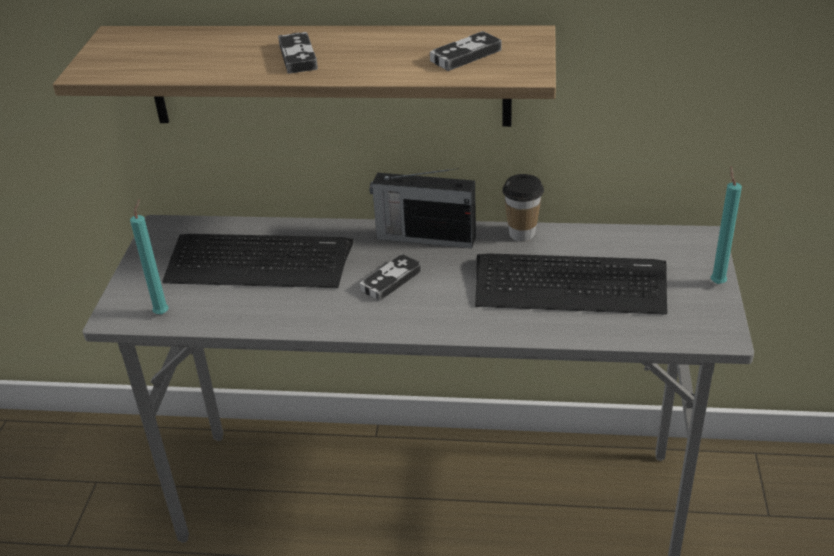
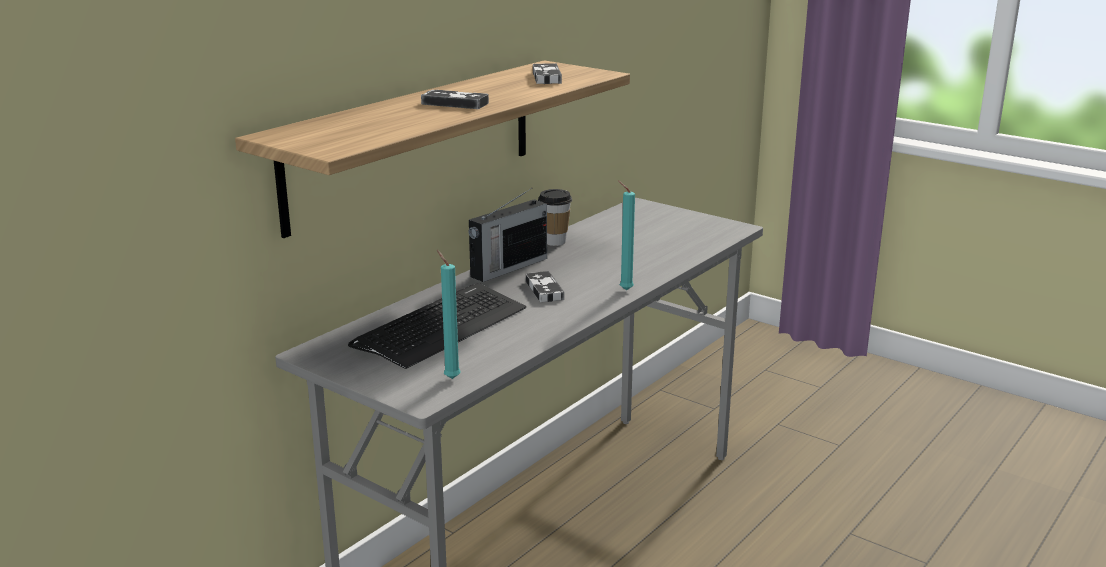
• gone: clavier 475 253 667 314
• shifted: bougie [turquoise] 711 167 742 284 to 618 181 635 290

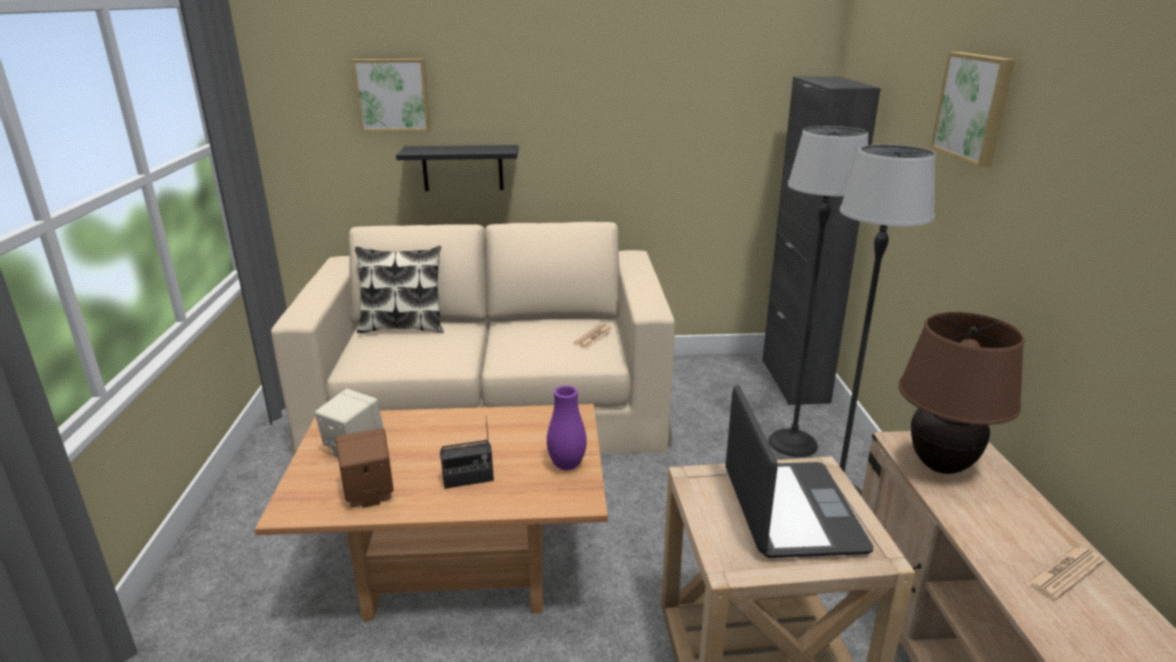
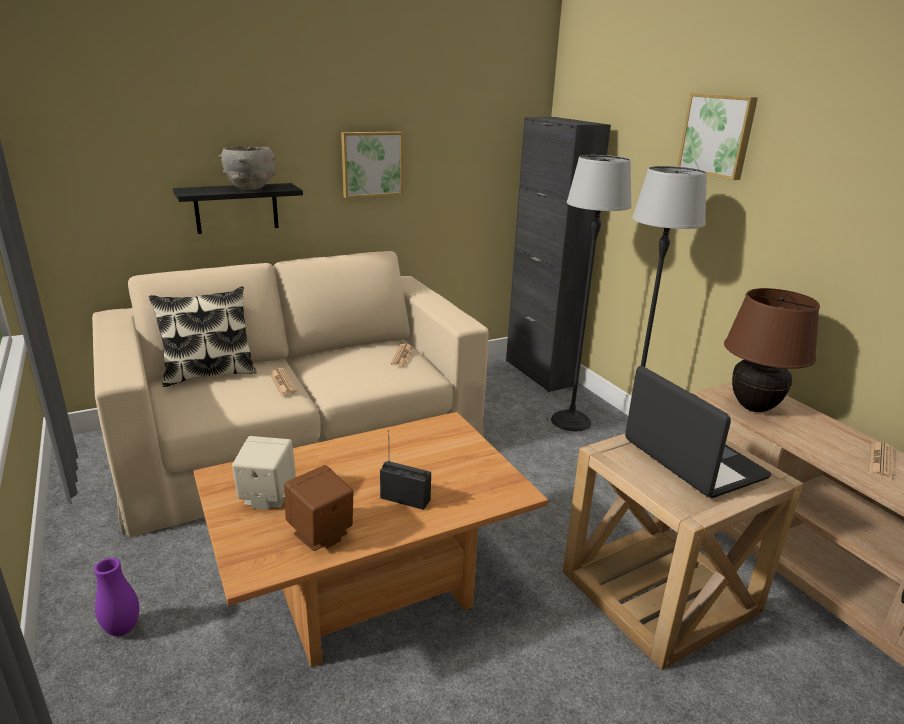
• new: bol [gris] 219 146 276 190
• new: journal 269 369 297 395
• shifted: tableau 352 59 430 132 to 341 132 403 198
• shifted: vase [violet] 547 386 587 470 to 94 558 139 636
• rotated: radio 440 417 494 489 = 380 430 431 510 120 degrees counterclockwise

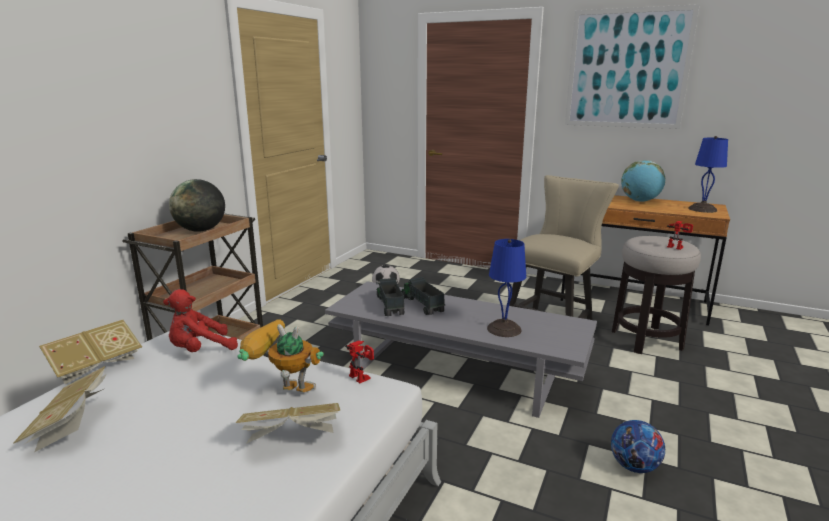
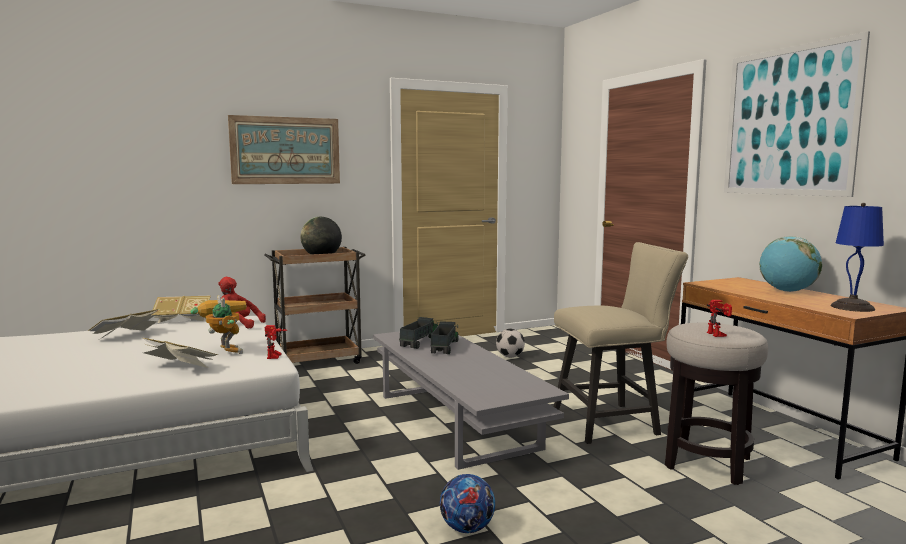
• gone: lampe de table [bleu] 487 239 526 337
• new: tableau 228 115 340 184

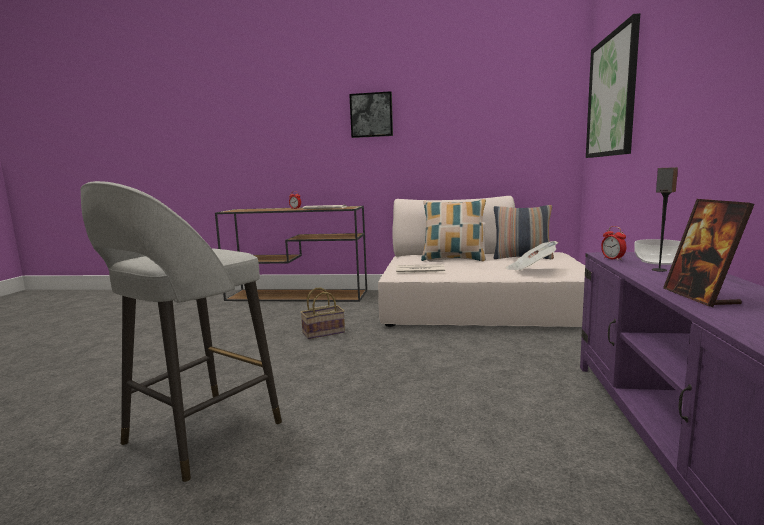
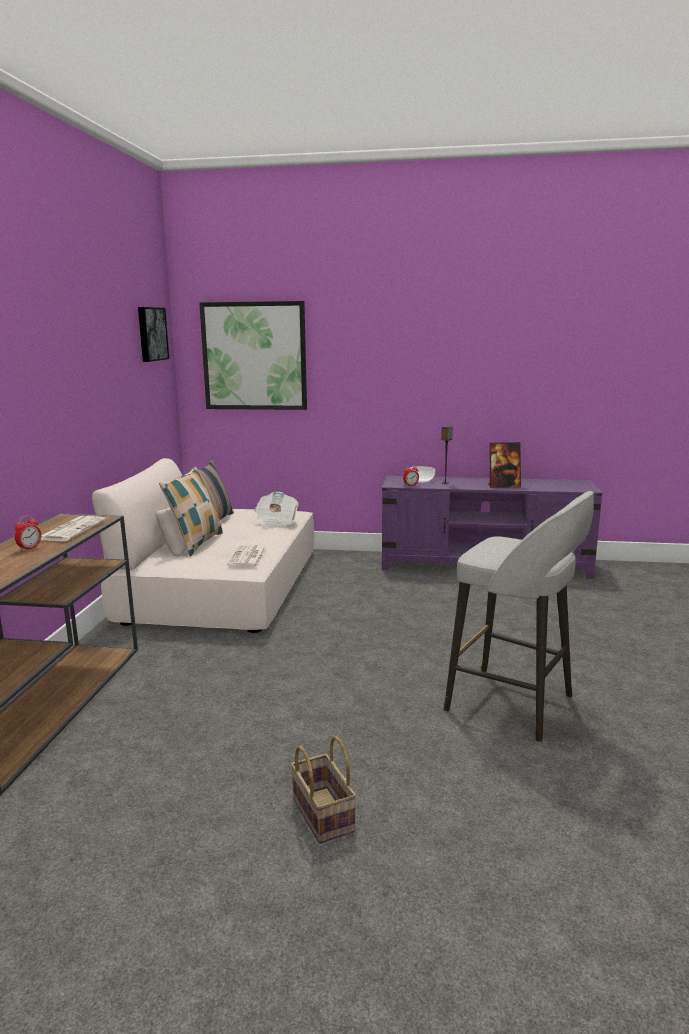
• shifted: panier 300 288 345 339 to 291 736 356 844
• shifted: tableau 349 91 393 138 to 138 307 169 362

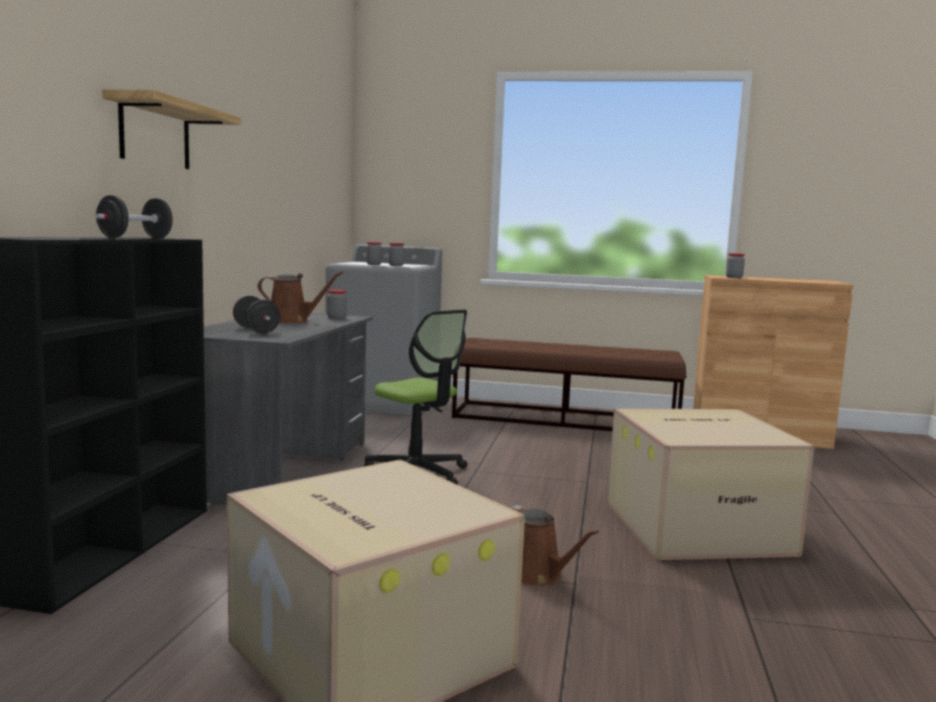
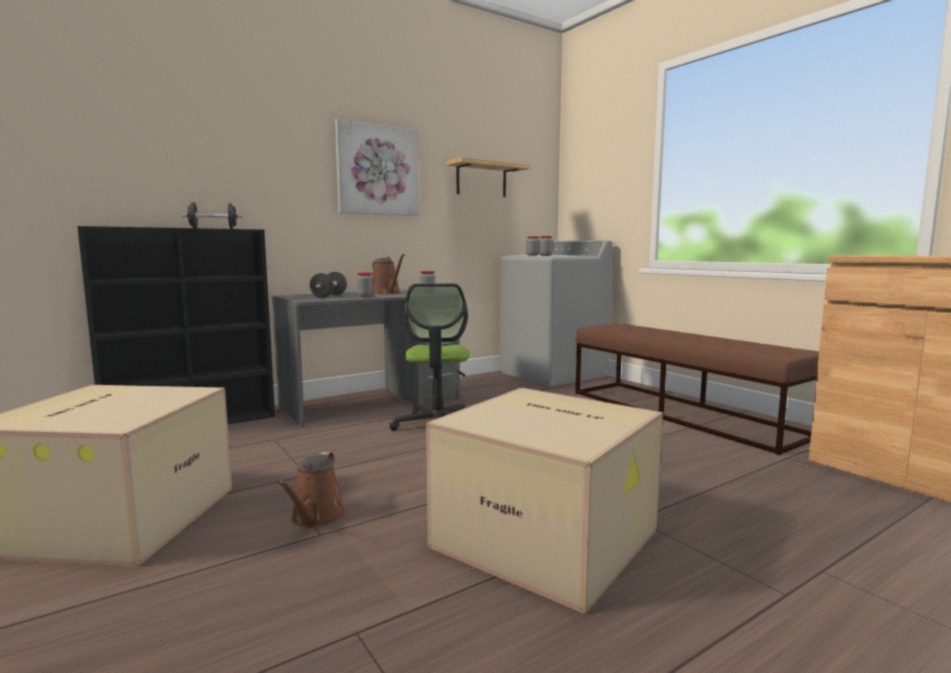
• new: tableau 335 119 419 216
• shifted: étagère 102 89 241 169 to 447 157 531 197
• shifted: bocal 726 253 745 278 to 357 272 374 297

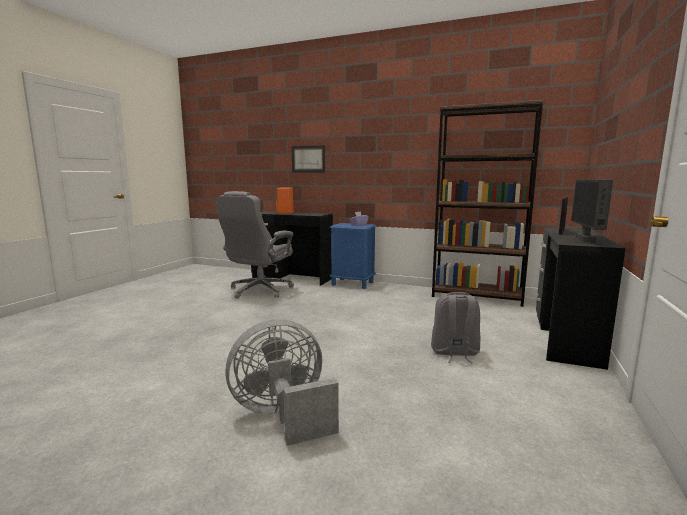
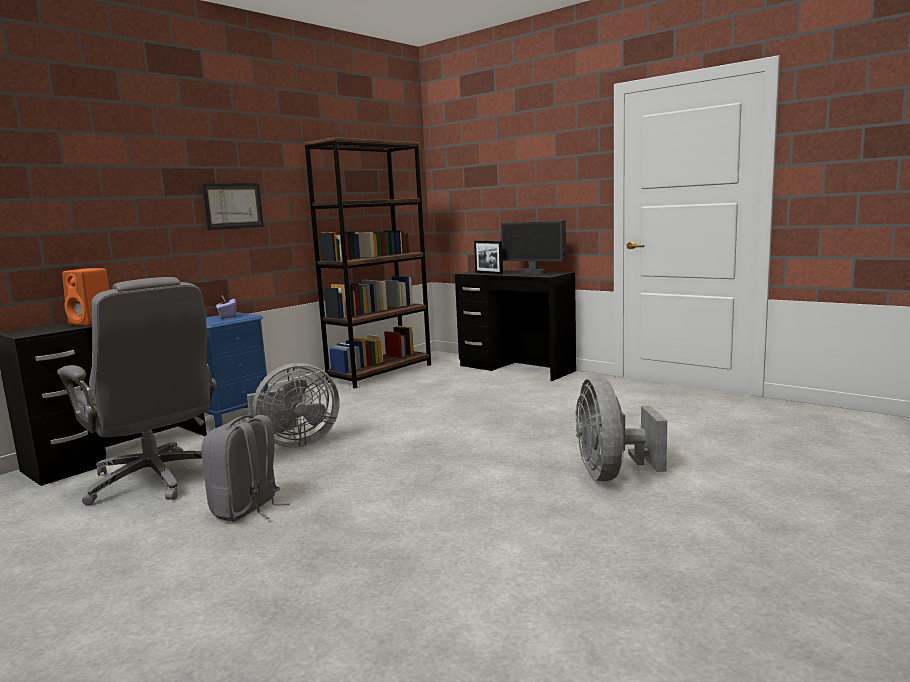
• new: ventilateur [gris] 247 363 339 448
• shifted: tableau 292 145 325 173 to 201 183 264 230
• shifted: sac à dos [gris] 431 292 481 364 to 201 415 290 522

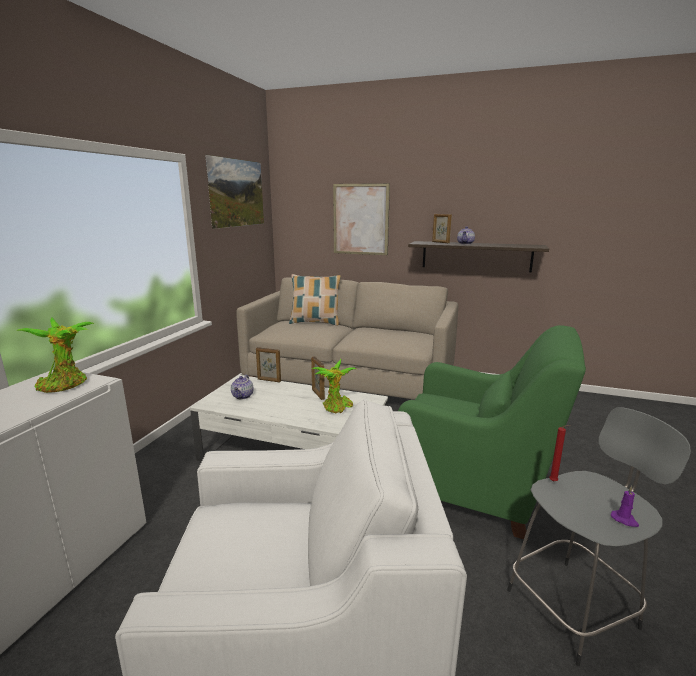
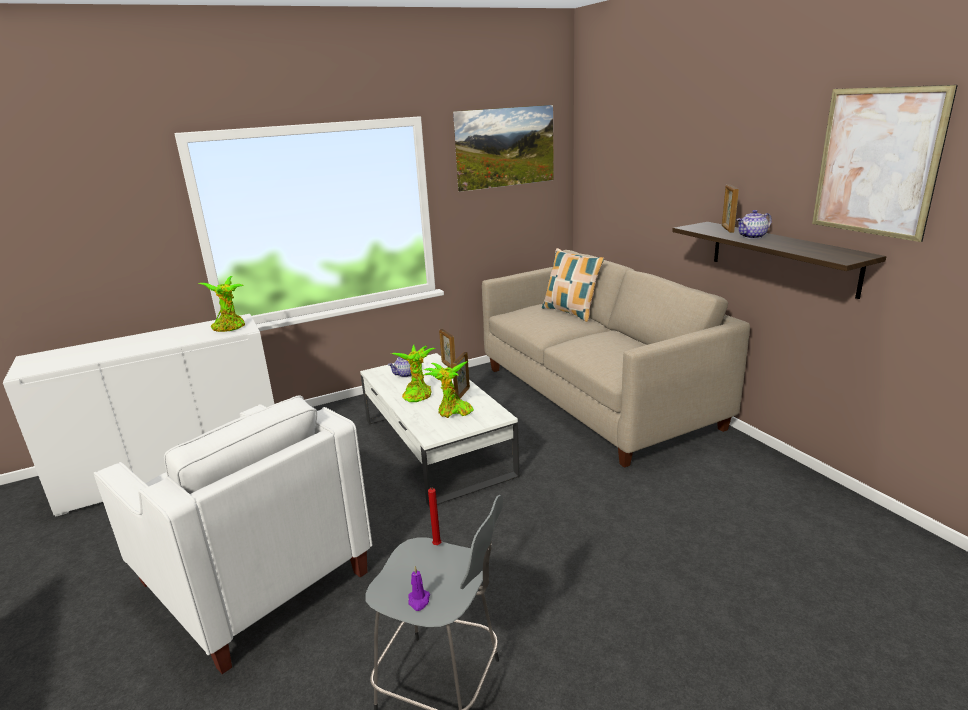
• gone: fauteuil [vert] 398 325 586 540
• new: plante en pot 392 345 436 402
• shifted: tableau 333 183 390 255 to 812 85 958 242

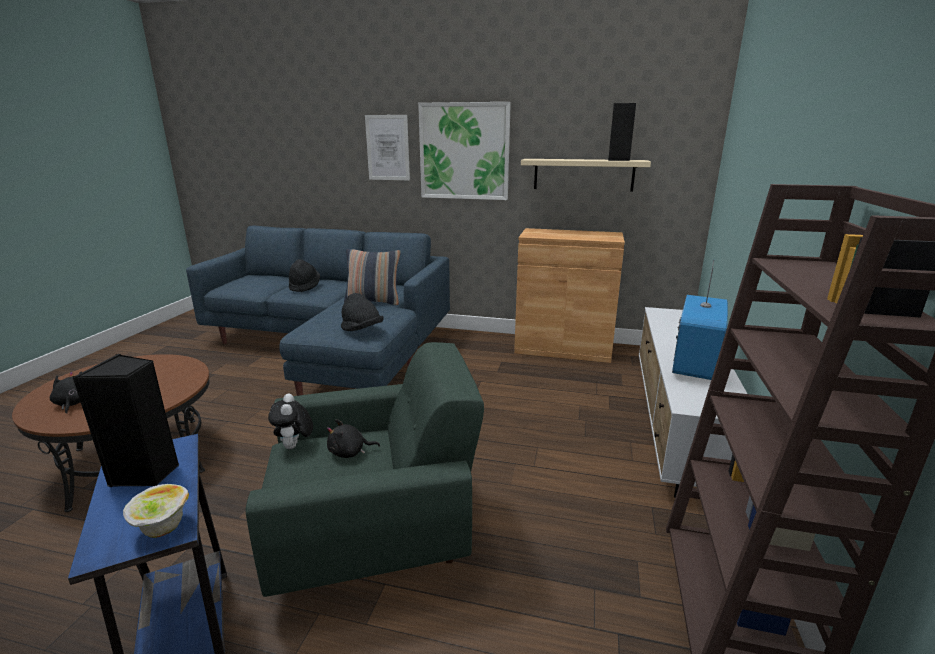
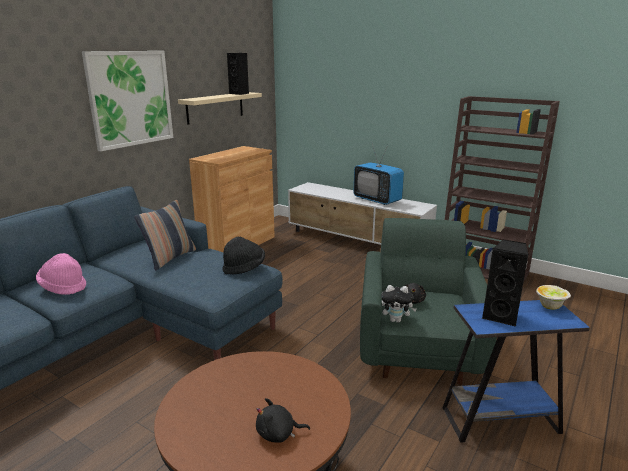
• gone: tableau 365 115 410 180
• repainted: chapeau [noir] 289 259 320 292 to chapeau [rose] 36 253 86 295

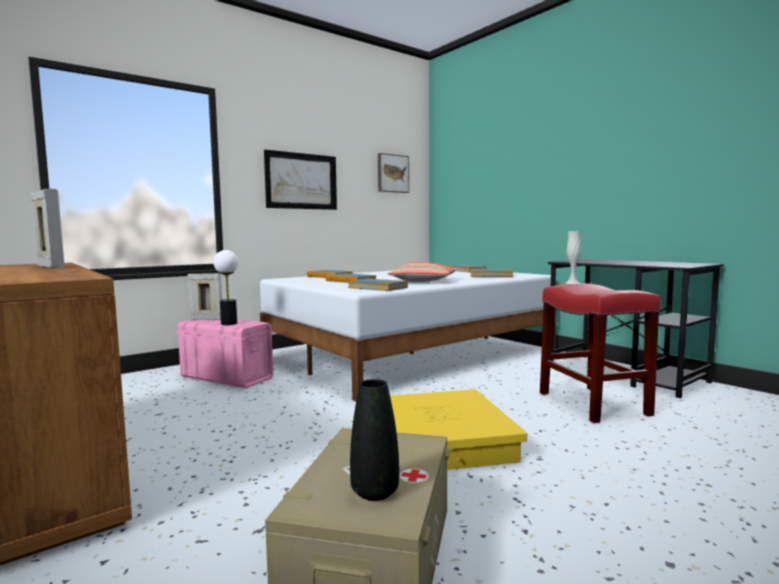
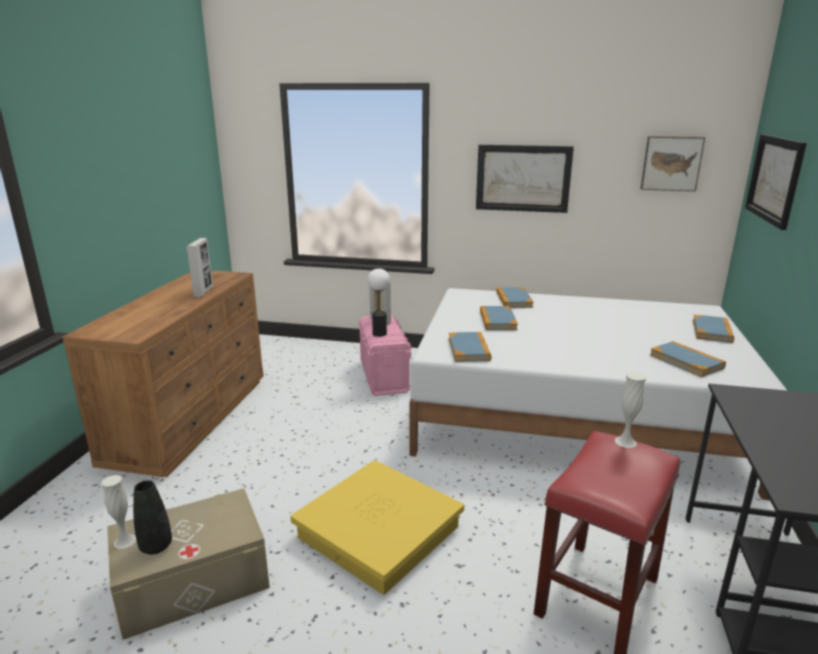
• gone: coussin 388 262 457 282
• new: vase [blanc] 101 475 136 549
• new: tableau 745 134 807 230

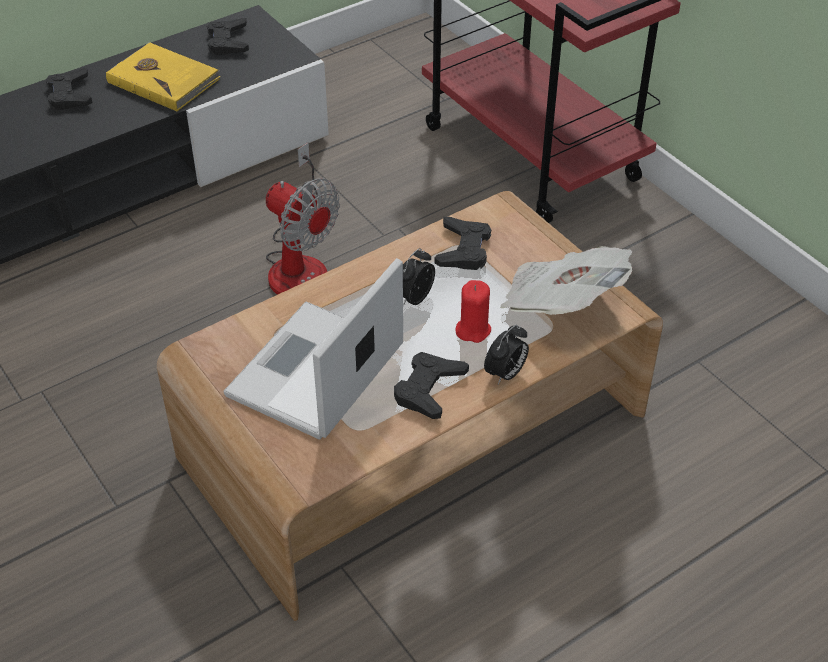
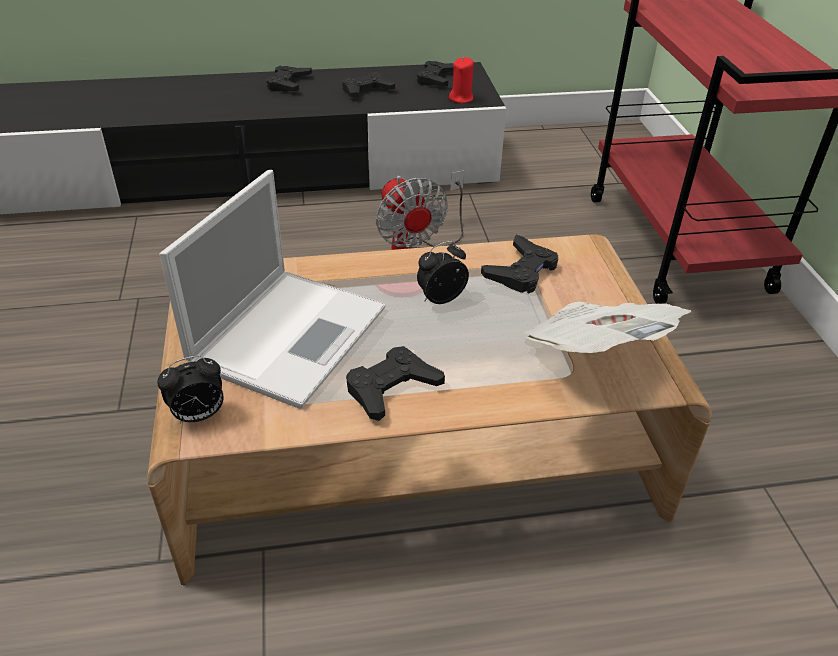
• shifted: bougie [rouge] 455 280 491 343 to 449 57 474 103
• shifted: réveil 484 325 529 384 to 157 355 223 424
• swapped: livre [jaune] 106 42 221 111 to manette [noir] 342 72 395 98
• rotated: ordinateur portable 223 258 403 440 = 159 170 386 409 150 degrees clockwise

